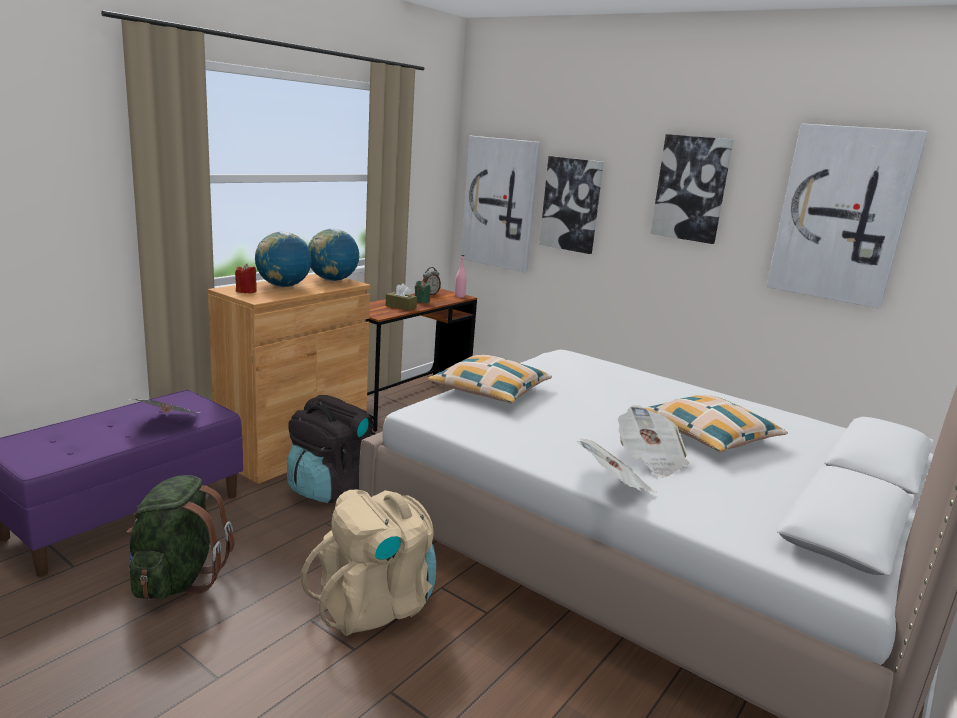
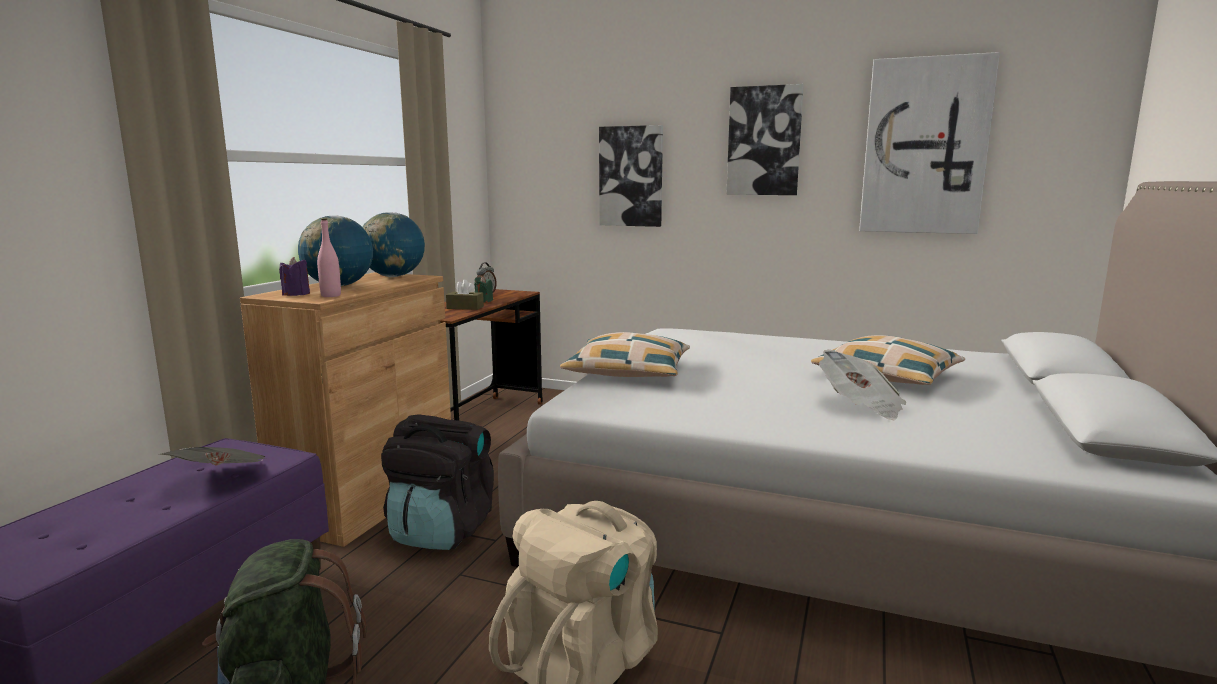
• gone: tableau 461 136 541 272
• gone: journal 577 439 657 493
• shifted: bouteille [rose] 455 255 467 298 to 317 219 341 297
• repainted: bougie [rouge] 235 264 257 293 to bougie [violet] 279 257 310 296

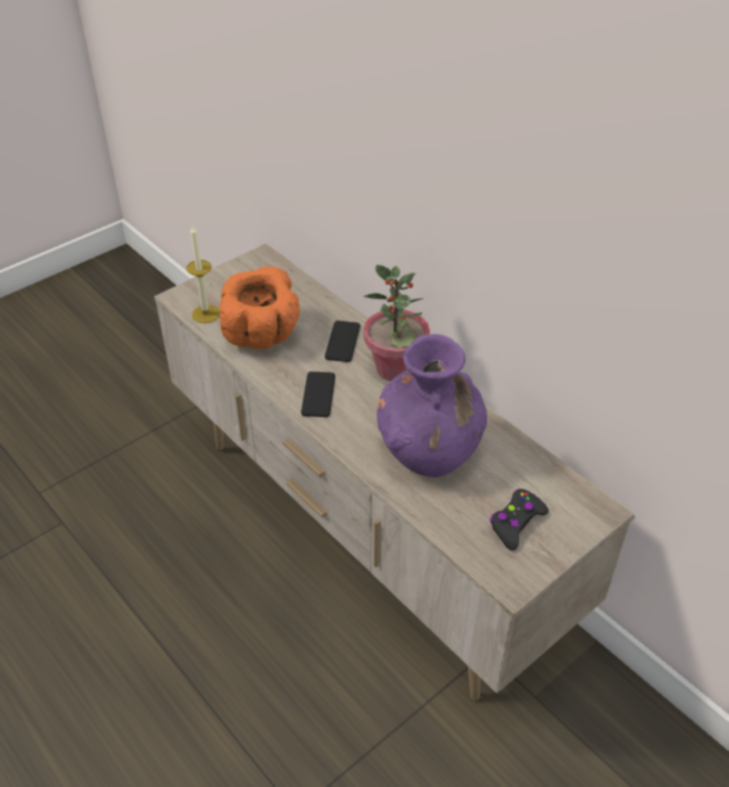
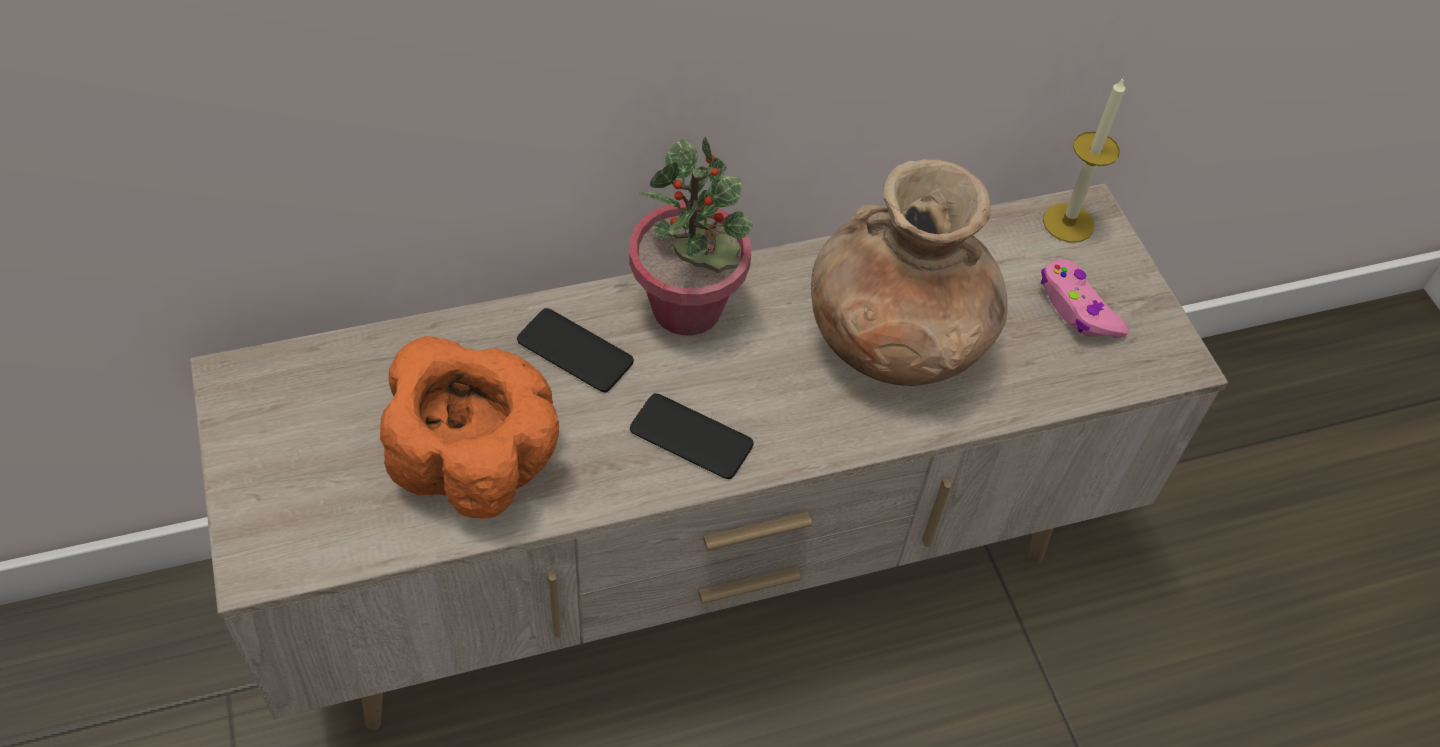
• shifted: bougie 186 224 220 323 to 1043 77 1125 243
• repainted: vase [violet] 377 334 487 477 to vase [marron] 811 159 1008 386
• repainted: manette [noir] 490 489 549 551 to manette [rose] 1041 259 1129 338

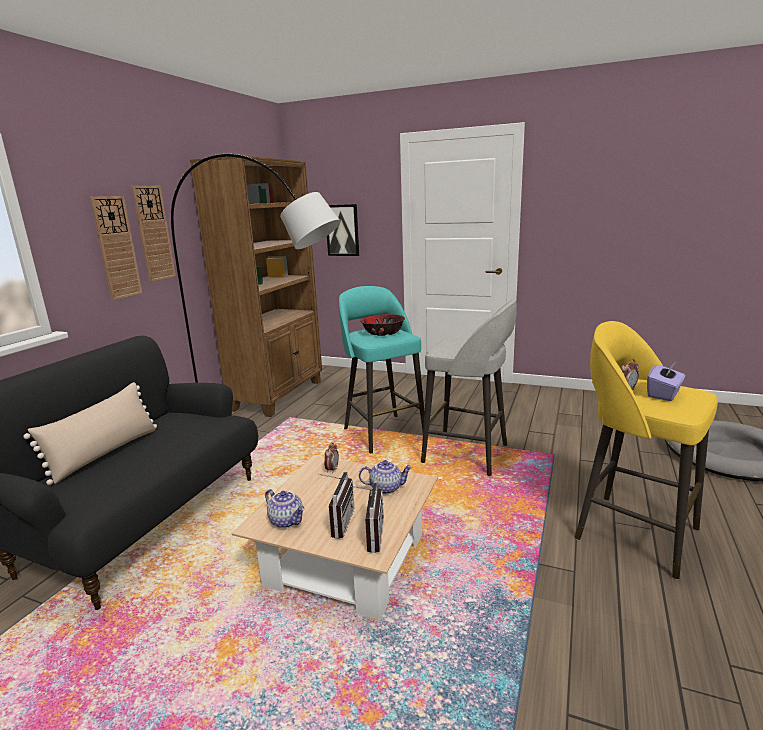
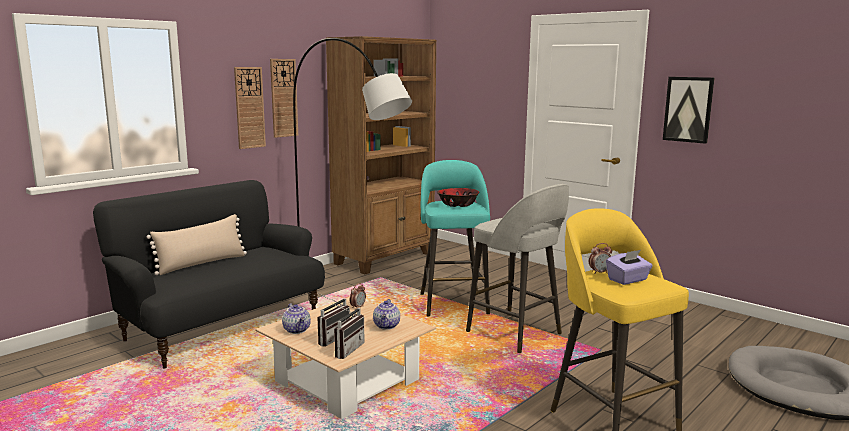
• shifted: tableau 327 204 359 256 to 663 77 714 144
• rotated: théière 359 460 412 494 = 373 299 400 330 75 degrees clockwise

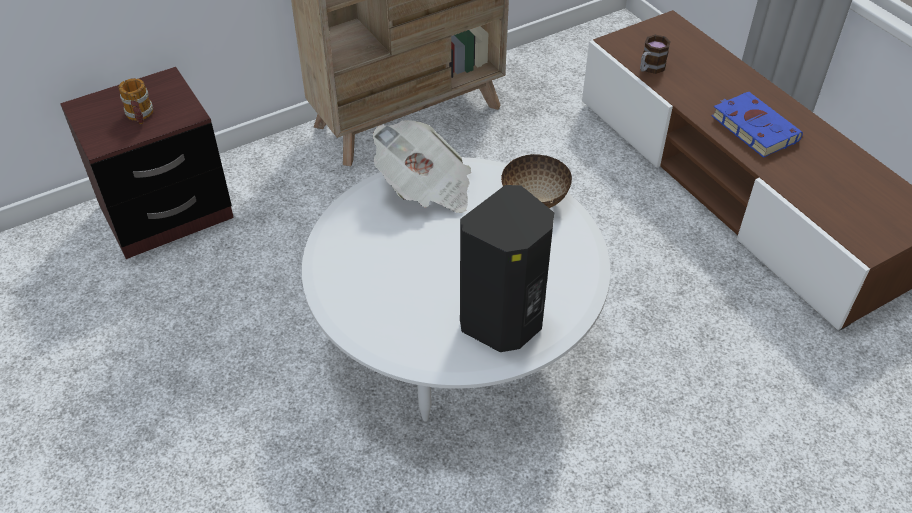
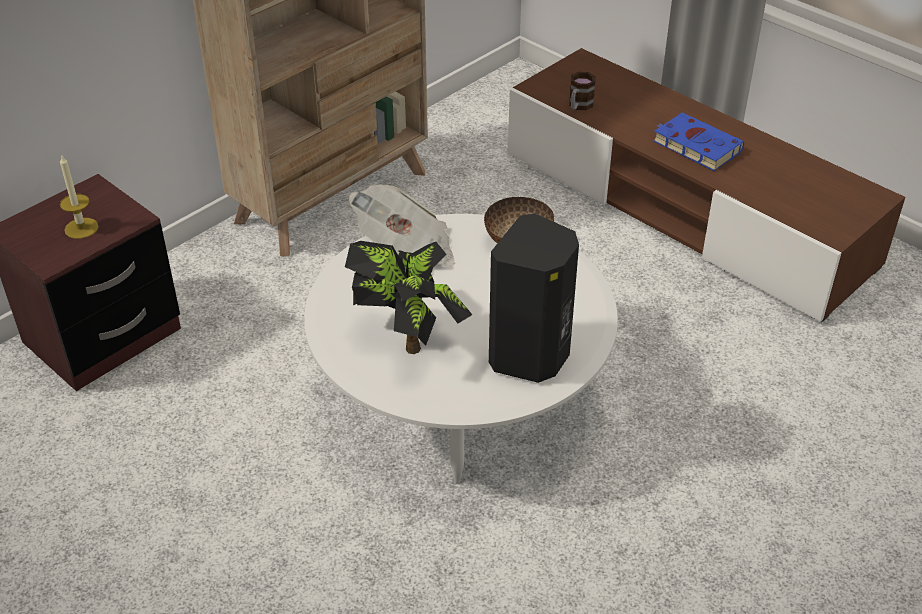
• new: plante en pot 345 241 473 354
• swapped: mug 118 78 153 124 to bougie 60 154 99 239

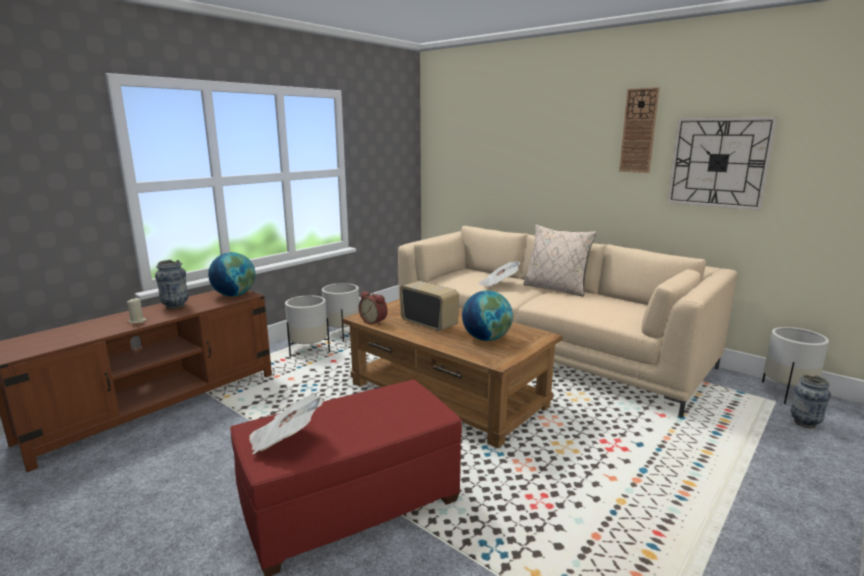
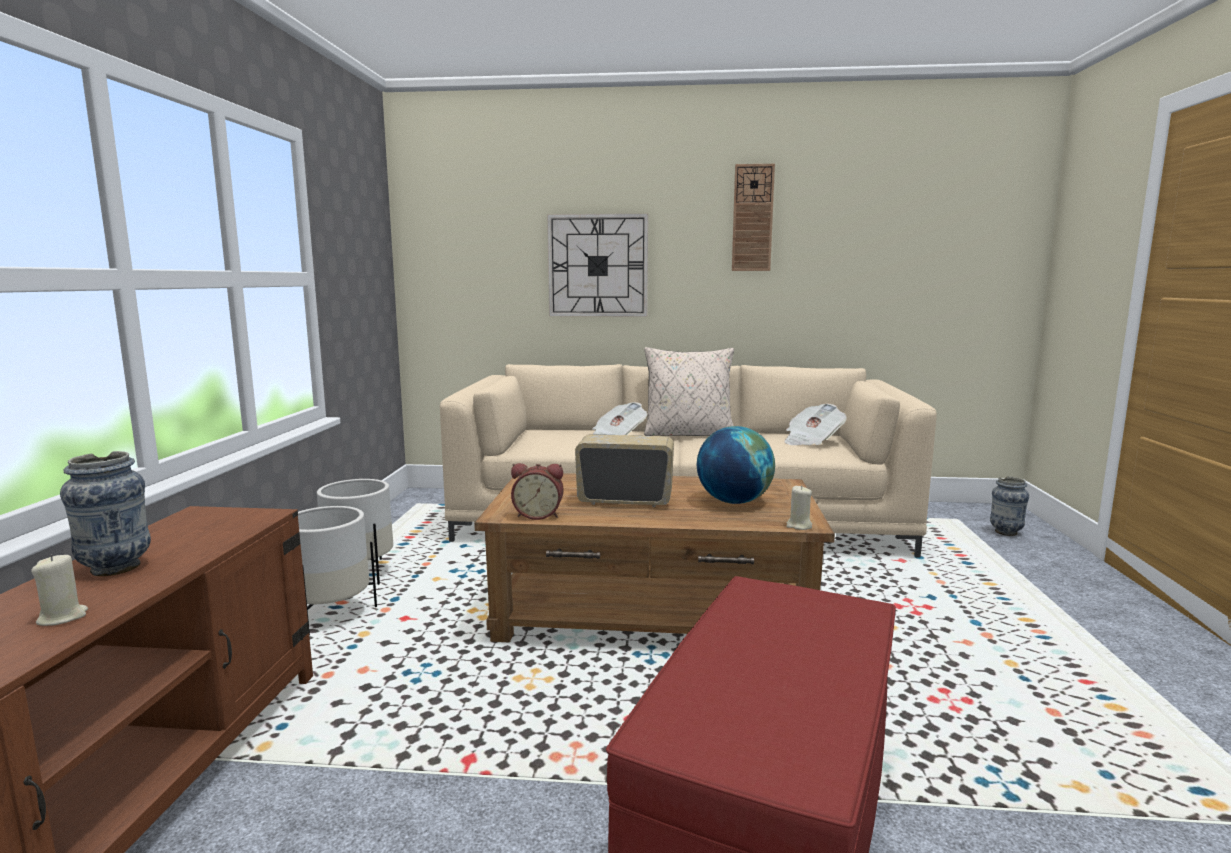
• gone: globe 208 252 256 296
• gone: cache-pot [blanc] 762 327 829 404
• new: bougie [beige] 786 485 812 530
• shifted: journal 249 394 323 454 to 784 404 847 445
• shifted: horloge murale 667 116 778 211 to 547 214 648 317

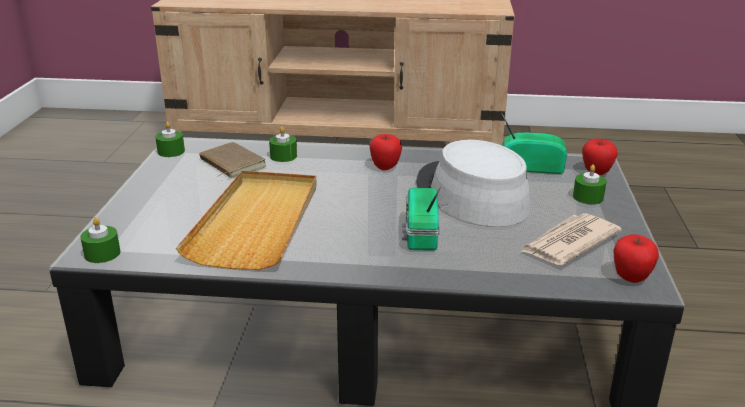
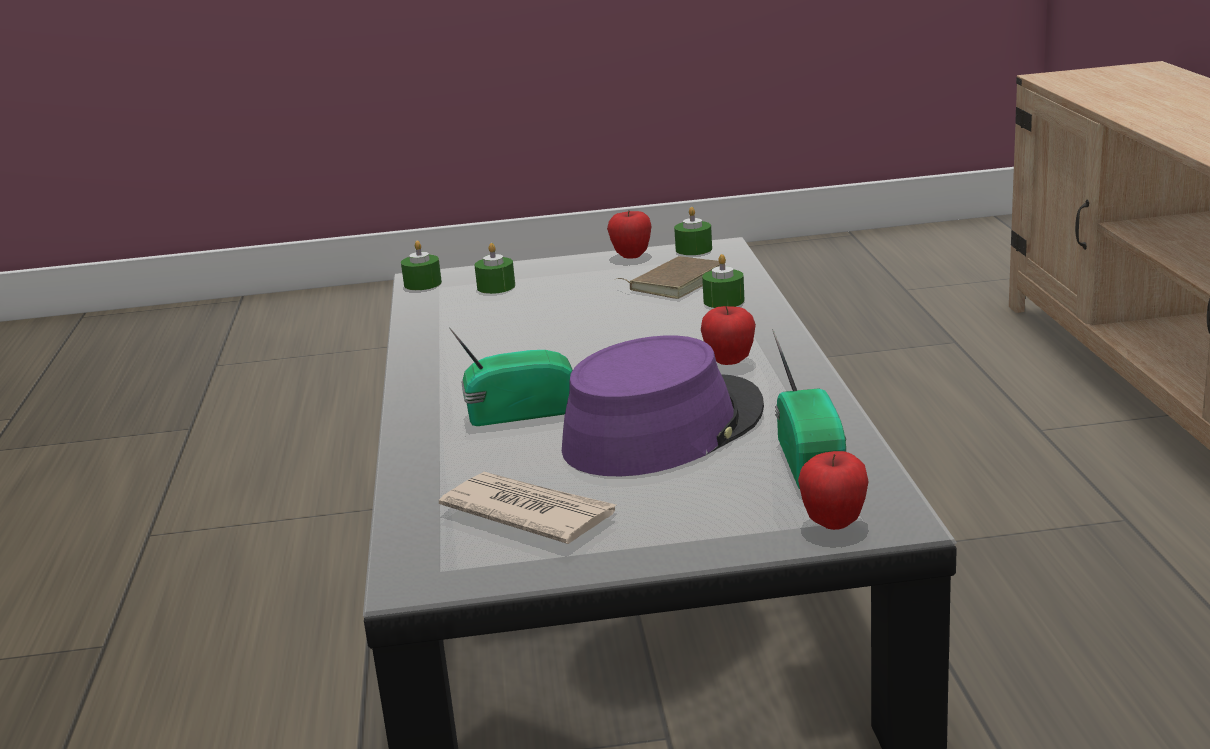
• gone: plateau [beige] 176 171 317 270
• shifted: bougie [vert] 573 165 607 204 to 475 243 515 294
• shifted: pomme 613 234 659 283 to 607 211 652 259
• repainted: chapeau [gris] 417 140 531 227 to chapeau [violet] 562 336 764 476

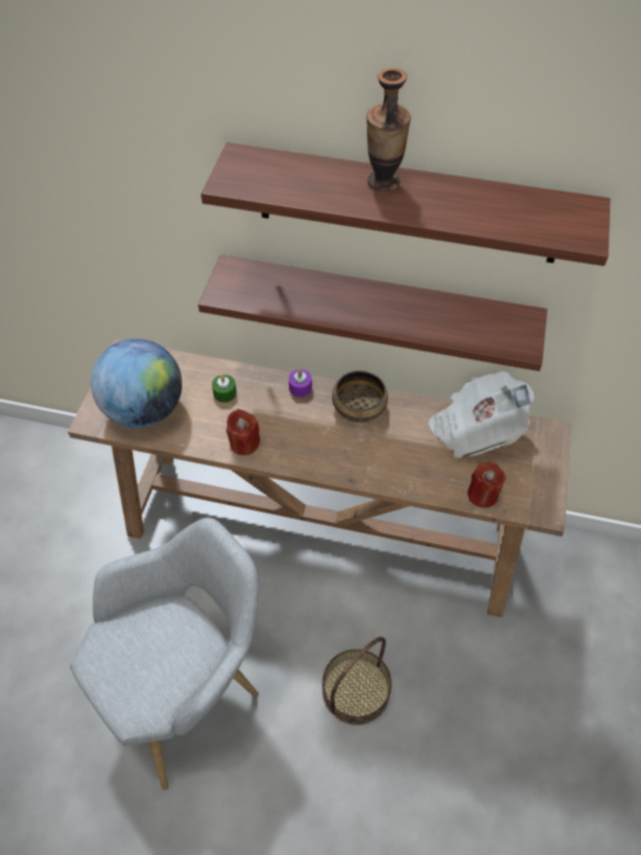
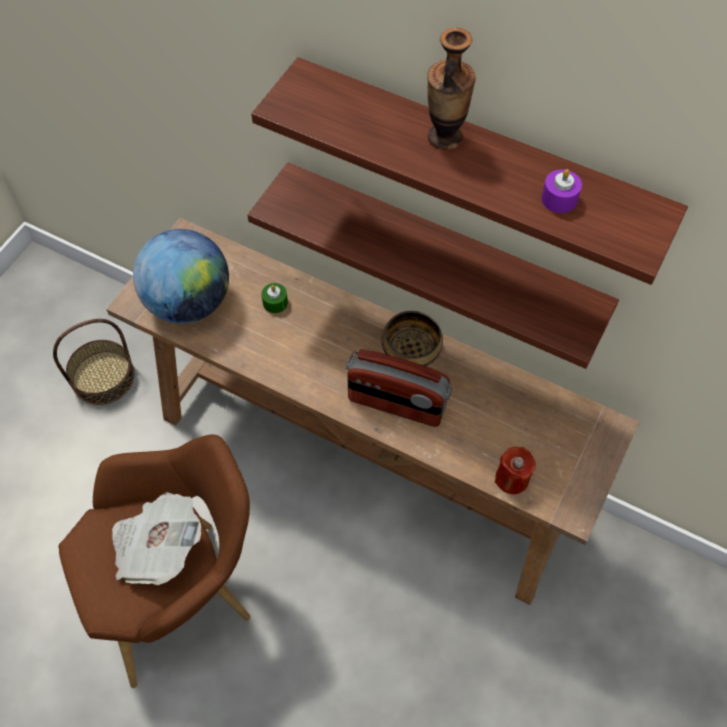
• gone: bougie [rouge] 226 409 261 455
• new: radio 346 349 452 427
• shifted: bougie [violet] 289 369 312 397 to 541 169 582 213
• shifted: panier 322 637 392 725 to 53 319 135 405
• shifted: journal 428 371 535 459 to 112 492 201 585
• repainted: fauteuil [gris] 70 517 259 790 to fauteuil [marron] 58 434 250 688

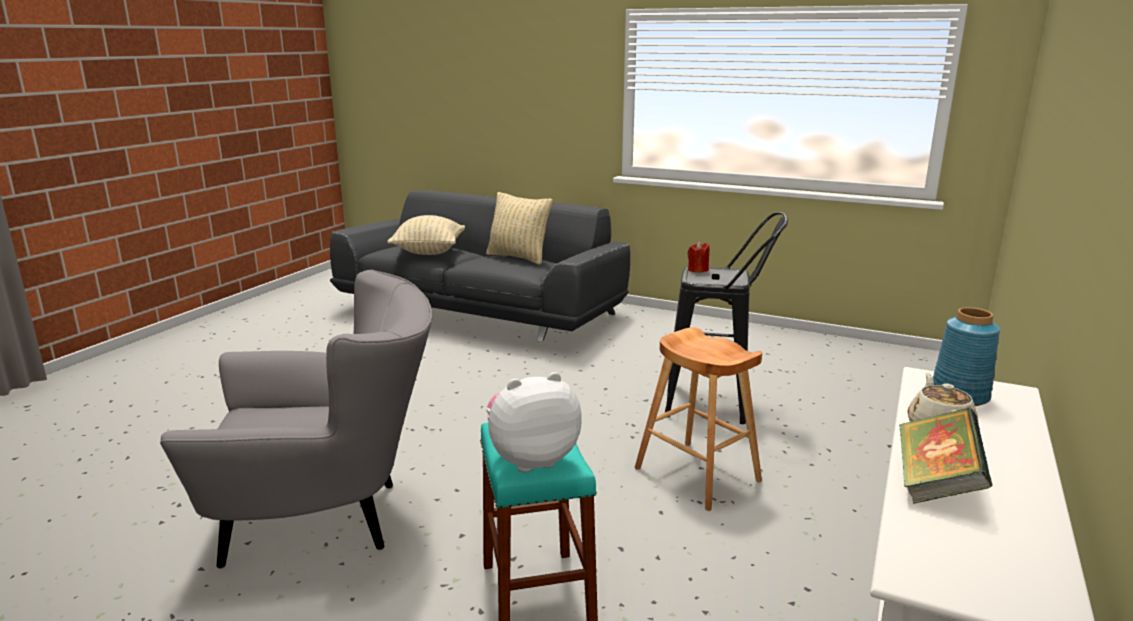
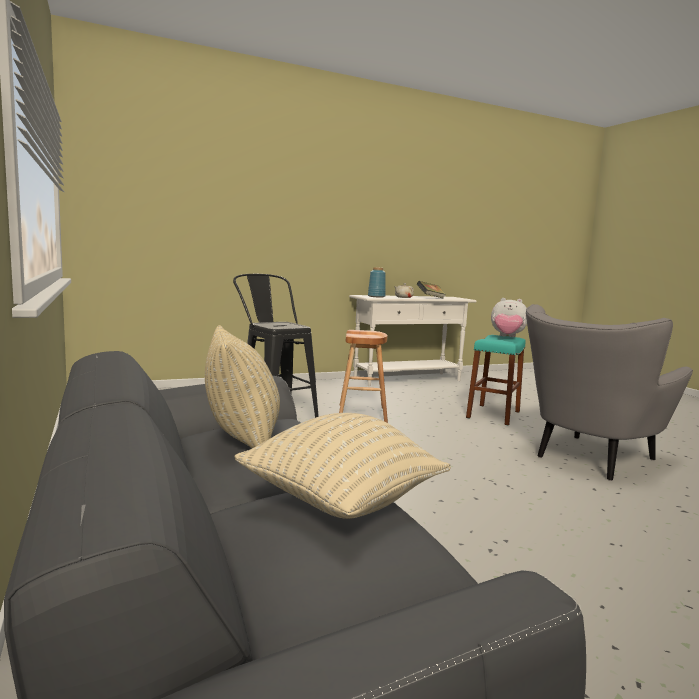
• gone: bougie [rouge] 688 241 710 272
• rotated: fauteuil [gris] 160 270 432 569 = 526 304 693 481 75 degrees counterclockwise

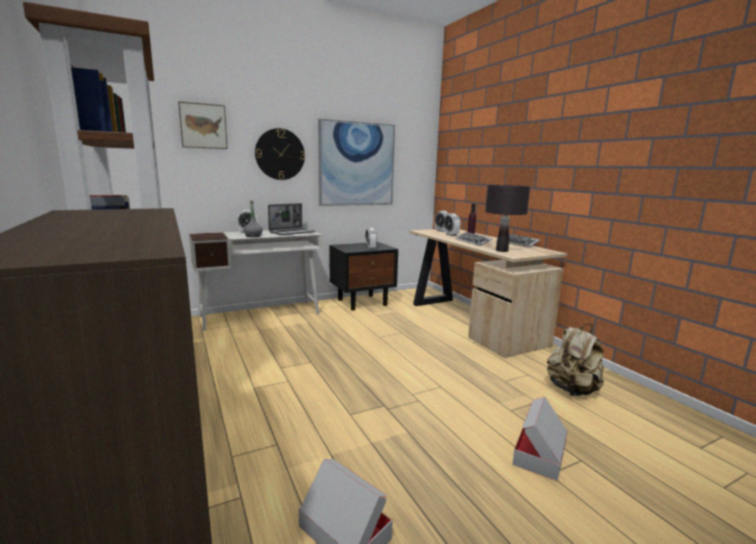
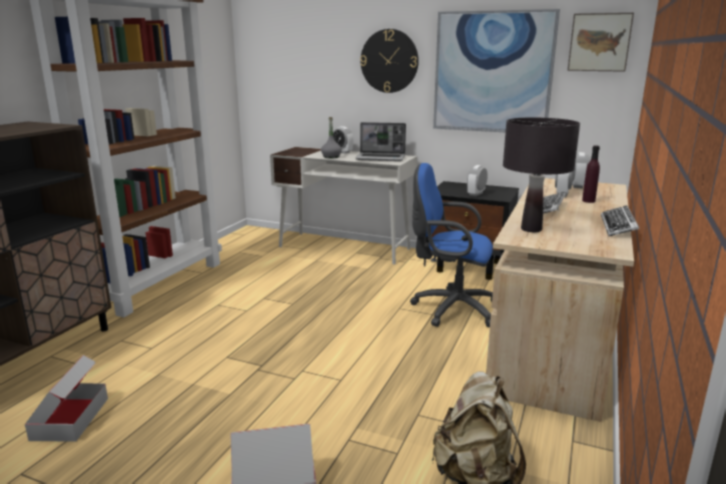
• new: chaise de bureau [bleu] 410 163 493 328
• shifted: tableau 178 101 228 149 to 568 13 634 72

